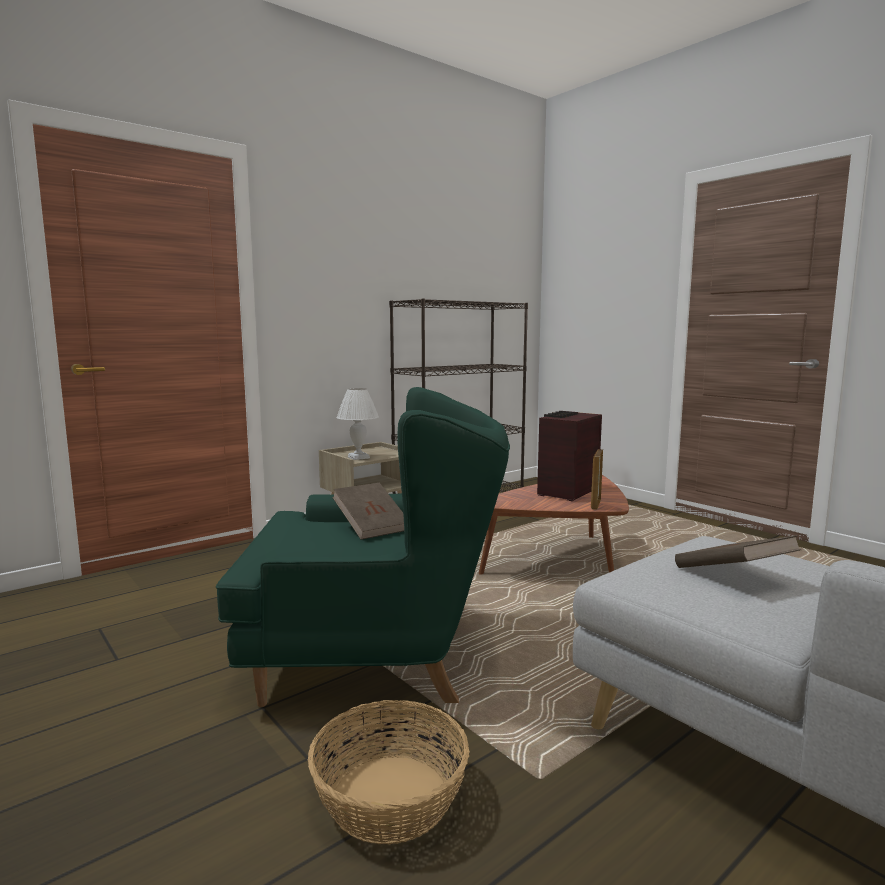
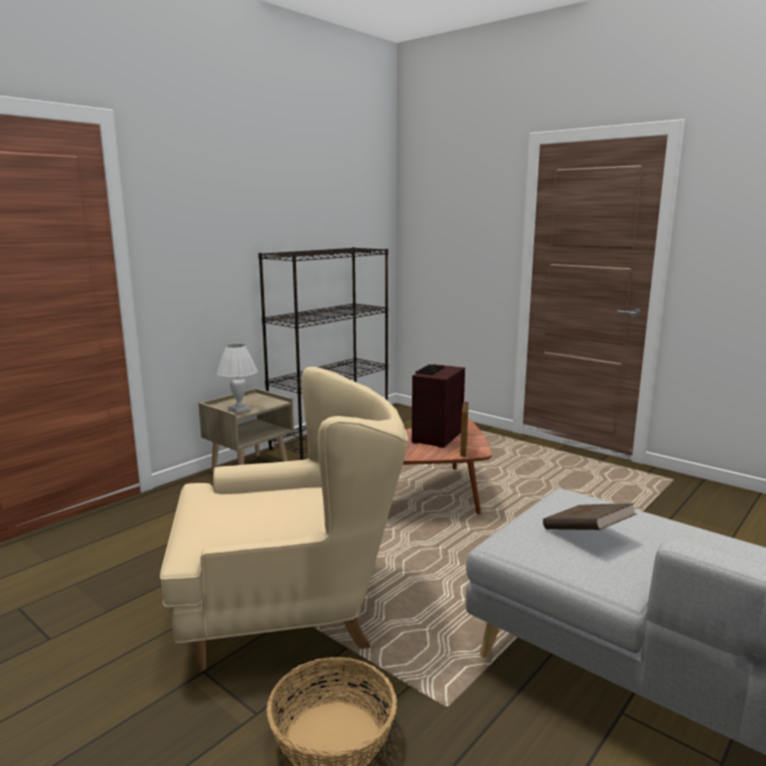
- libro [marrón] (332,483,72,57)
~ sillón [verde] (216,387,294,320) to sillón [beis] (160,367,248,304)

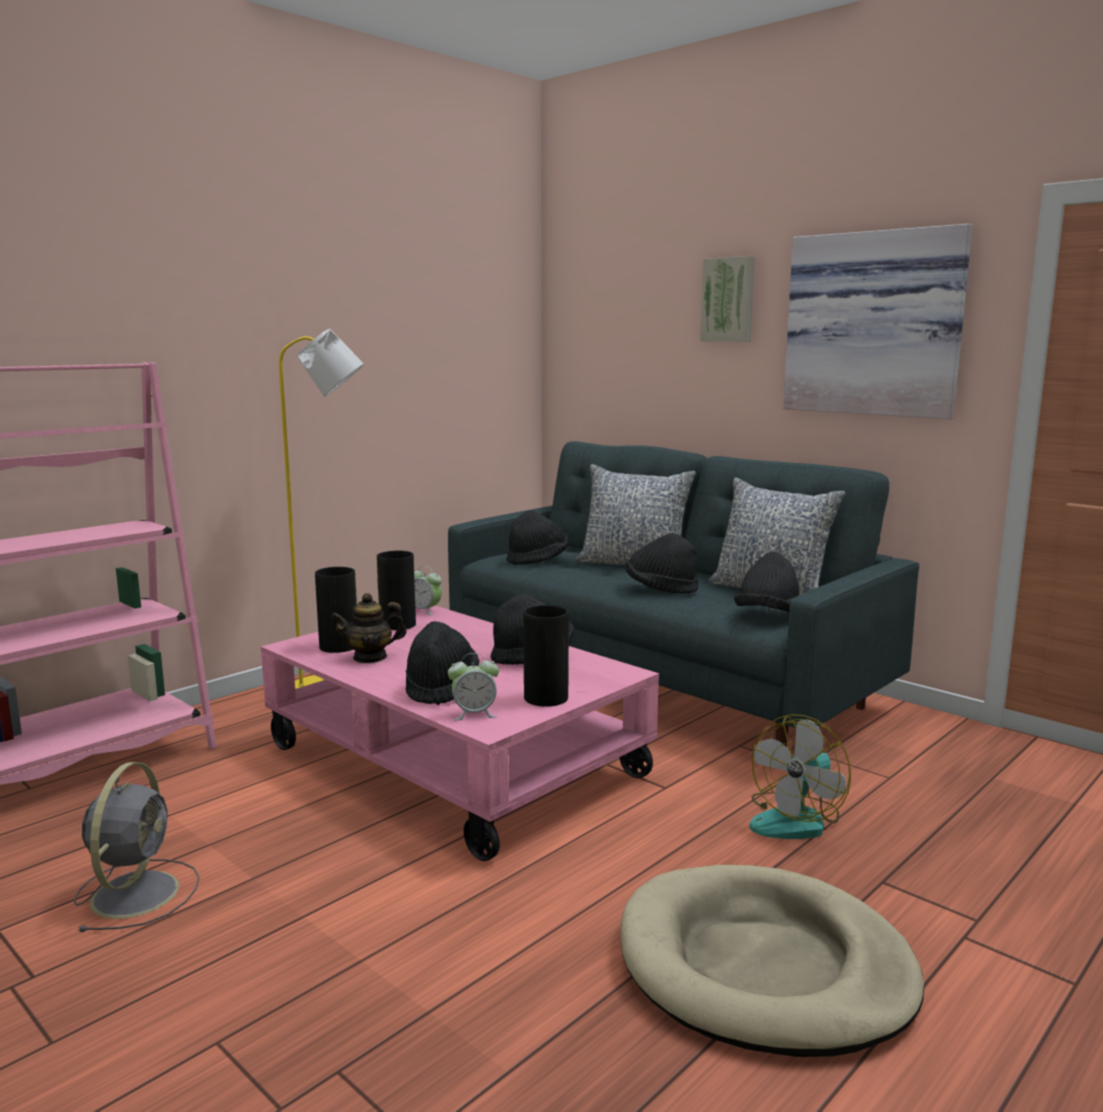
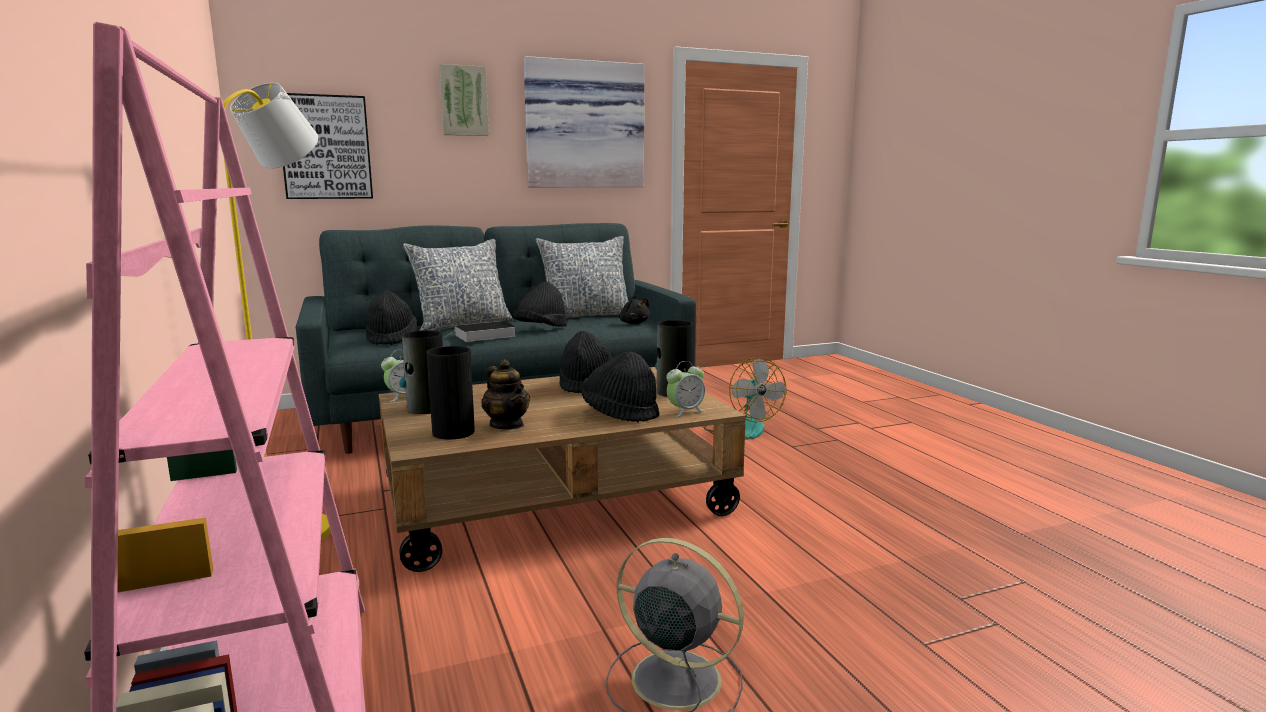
- cama para perro [beis] (620,865,304,192)
+ cuadro (283,93,90,106)
+ libro (447,321,69,21)
~ sombrero [negro] (734,552,65,60) to peluche [negro] (618,298,32,26)
~ mesa de centro [rosa] (261,606,398,255) to mesa de centro [marrón] (379,367,367,205)
~ tetera (331,593,76,70) = (481,359,49,71) 45 degrees counterclockwise
~ despertador (448,653,51,67) = (666,361,39,56) 45 degrees clockwise

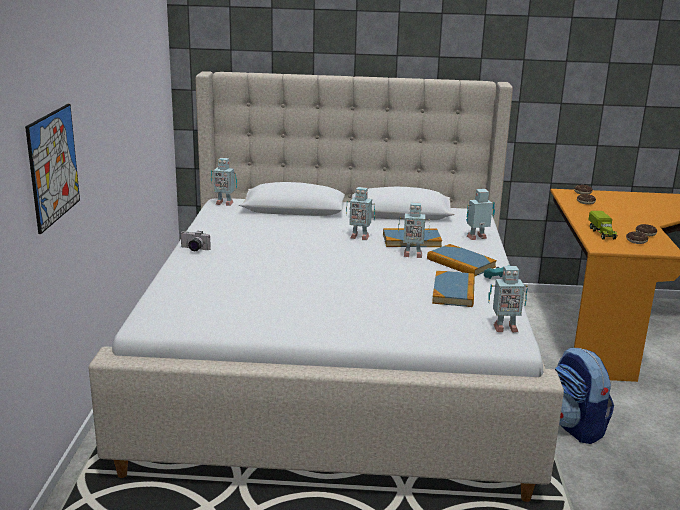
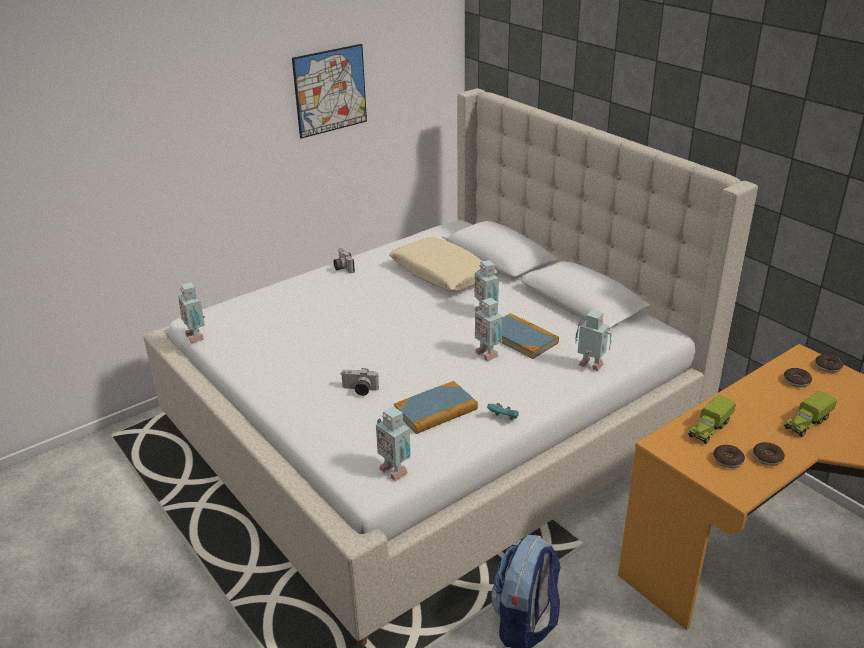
- libro (427,244,70,32)
+ cámara (341,368,38,28)
+ cojín [beis] (389,237,108,55)
+ camión de juguete (784,390,53,47)
~ cuadro (25,104,55,130) to (292,44,75,95)
~ robot de juguete (211,158,26,48) to (178,282,27,61)

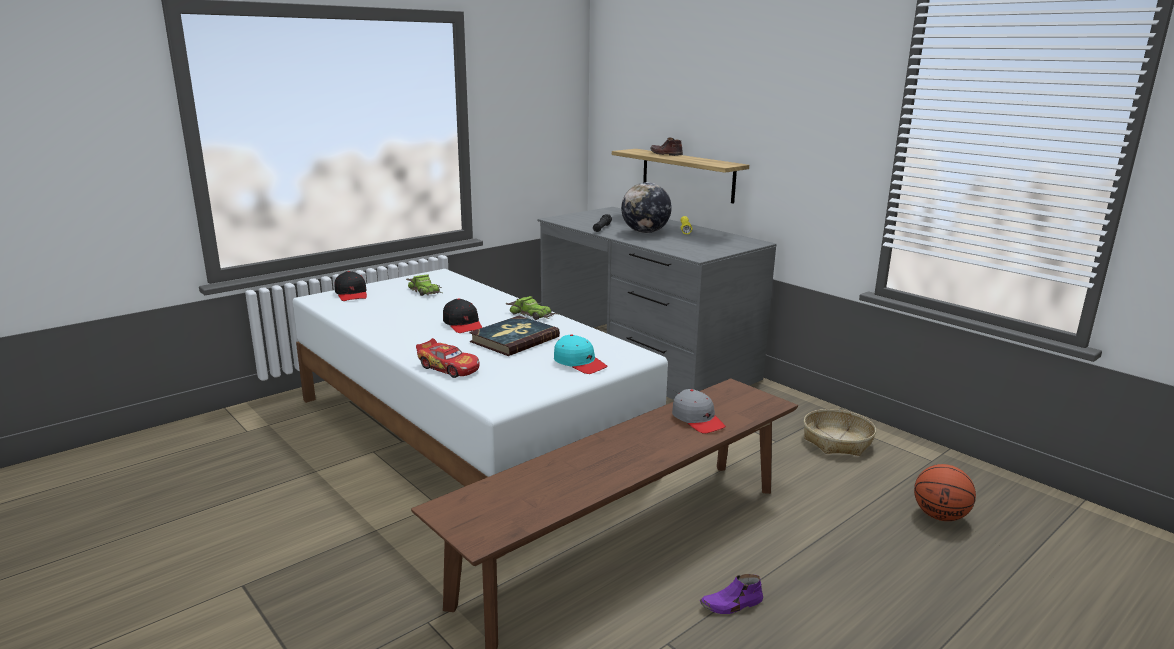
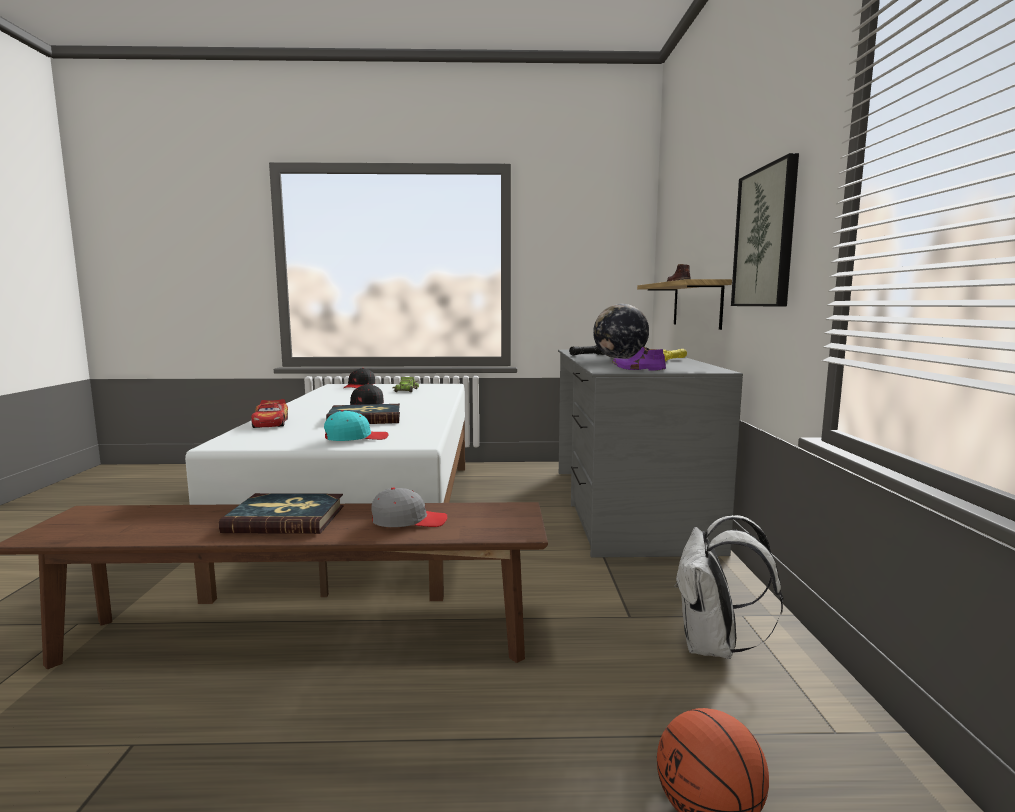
- coche de juguete (506,296,51,24)
+ libro (219,493,125,41)
+ cuadro (731,153,68,154)
~ zapato [morado] (700,574,63,40) to (612,347,54,24)
~ cesta (804,409,72,47) to mochila [blanco] (674,515,109,144)
~ gorra [turquesa] (554,334,54,40) = (324,410,65,31) 105 degrees counterclockwise
~ gorra [gris] (672,389,54,45) = (371,487,77,40) 105 degrees counterclockwise

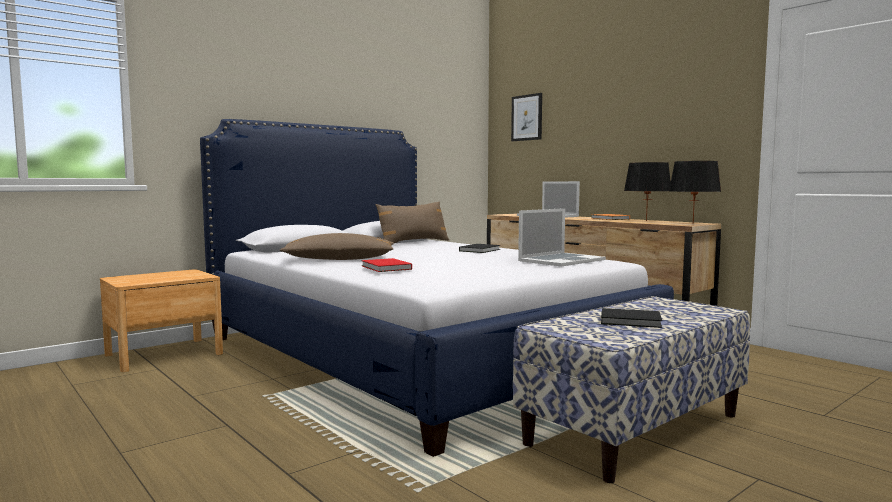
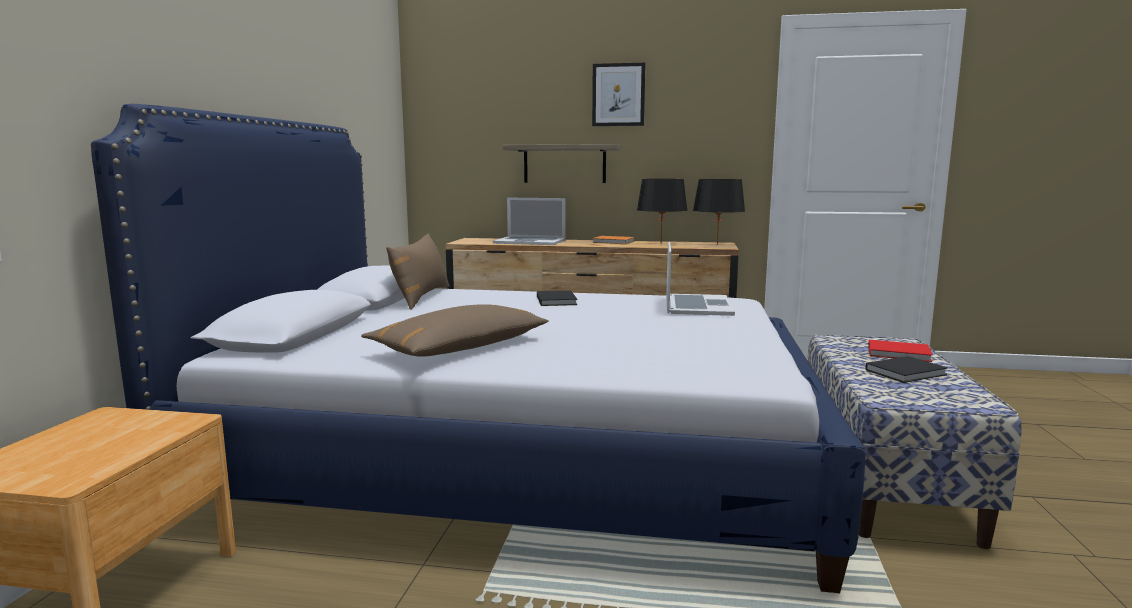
+ estante (503,144,117,39)
~ libro [rojo] (361,258,51,14) to (868,340,65,22)
~ cuadro (511,93,31,48) to (592,63,53,63)

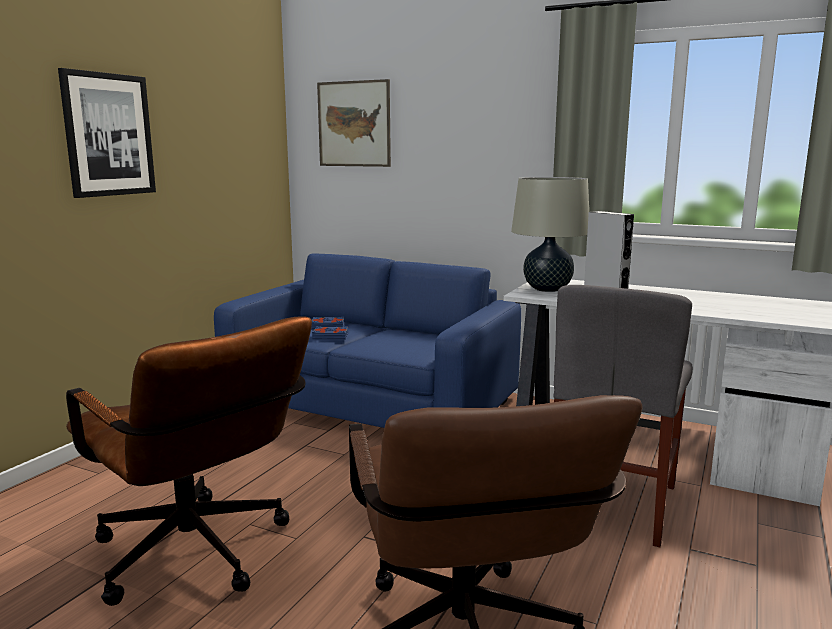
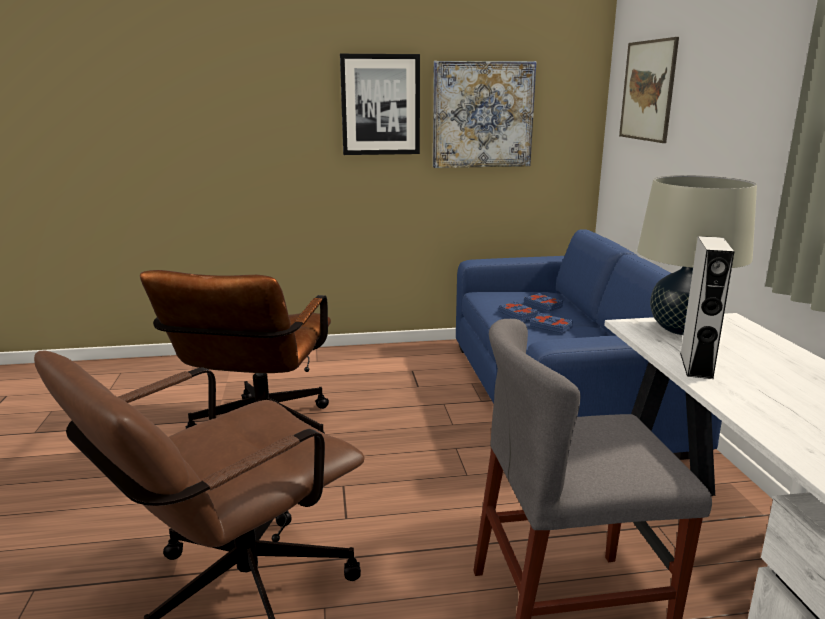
+ cuadro (433,61,103,107)
+ libro [azul] (530,313,43,21)

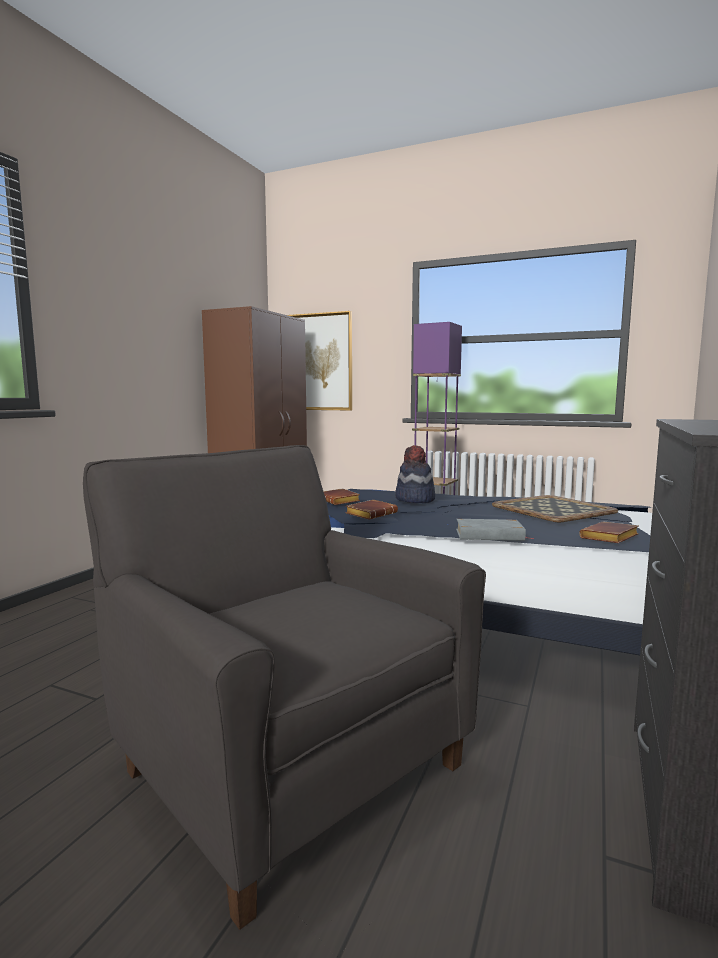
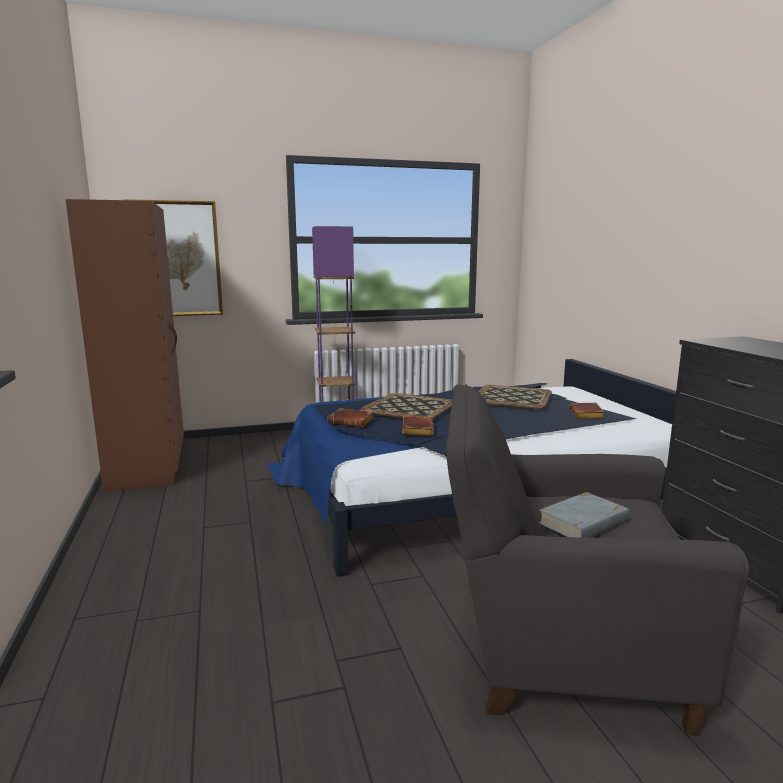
~ libro [gris] (456,519,78,22) to (538,492,91,46)
~ sombrero (395,445,40,58) to bandeja (360,393,92,27)

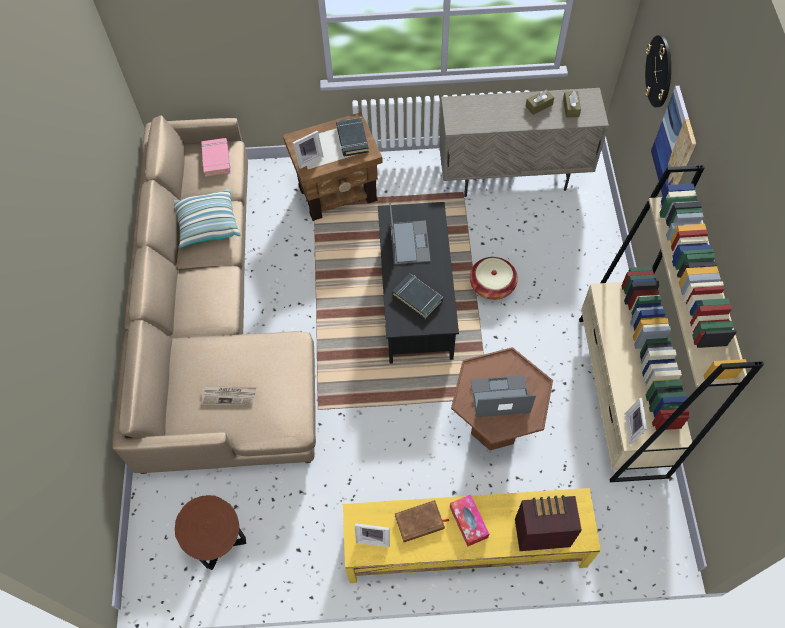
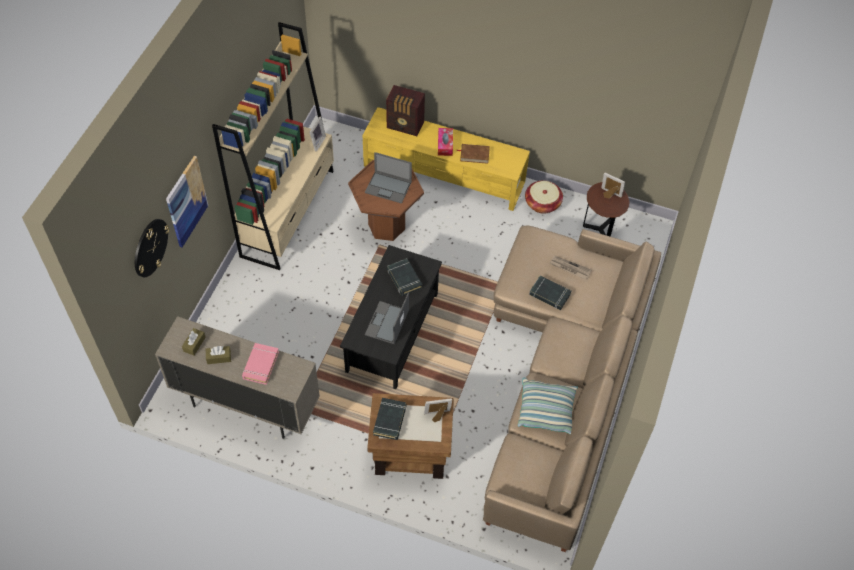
+ libro [negro] (529,275,42,35)
~ libro [rosa] (201,138,30,38) to (242,343,37,42)
~ portarretratos (355,523,35,24) to (601,173,24,26)
~ cesta (470,257,48,43) to (525,181,38,33)

